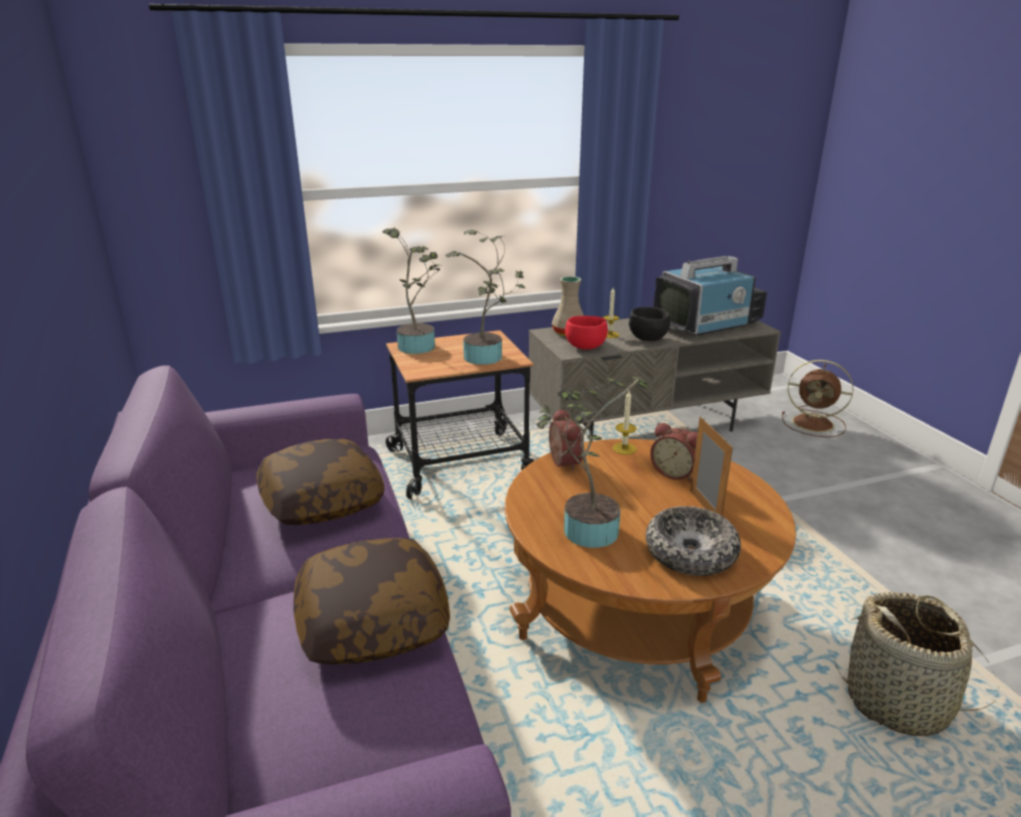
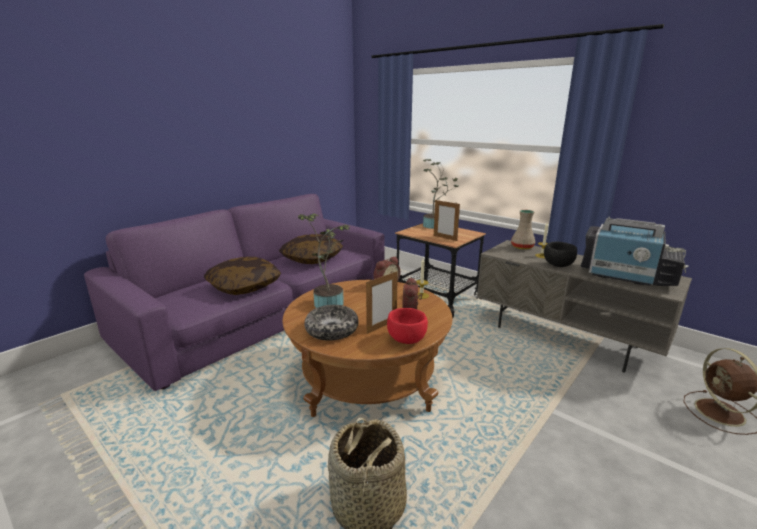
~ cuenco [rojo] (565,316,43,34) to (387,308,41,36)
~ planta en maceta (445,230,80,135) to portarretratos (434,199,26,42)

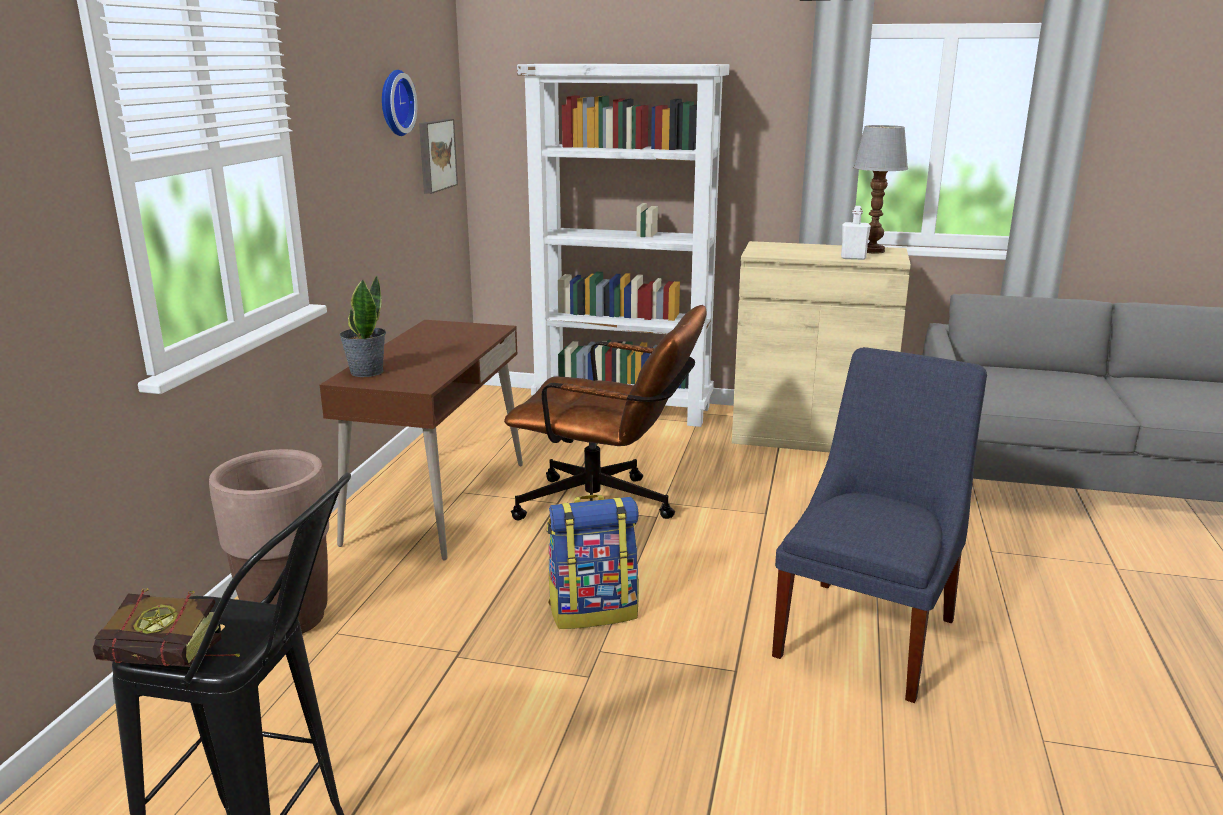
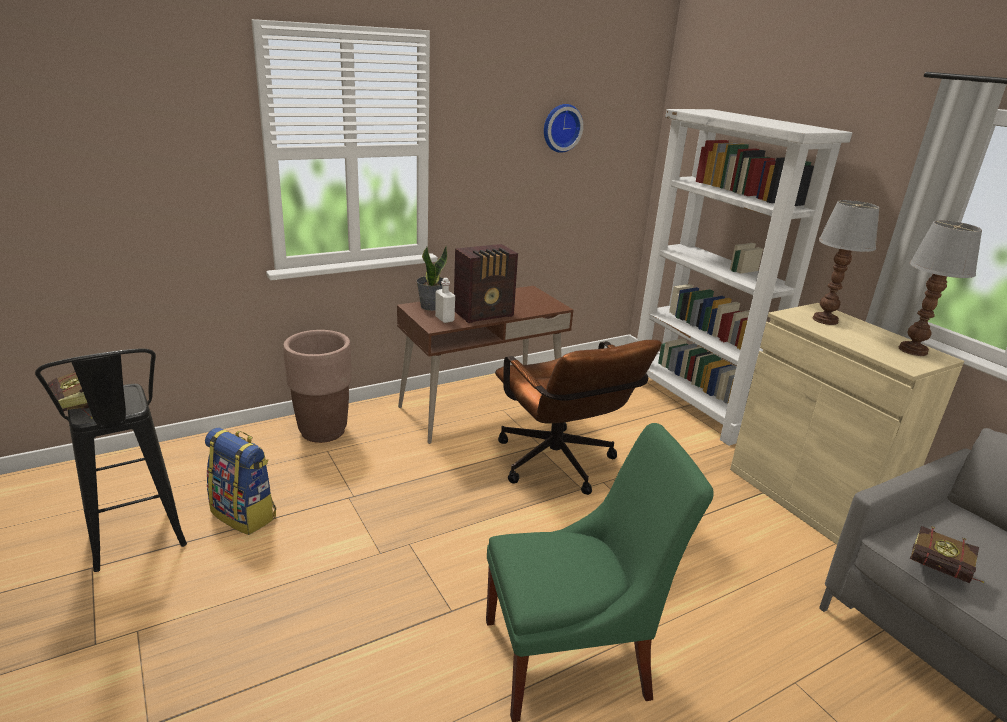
- cuadro (419,119,39,75)
+ radio (454,244,64,79)
+ lámpara de mesa (813,200,66,125)
+ libro (910,526,74,57)
~ mochila (547,494,92,135) to (205,427,71,108)
~ botella [blanco] (841,206,30,54) to (435,278,20,45)
~ silla [azul] (772,347,215,356) to silla [verde] (486,423,228,299)

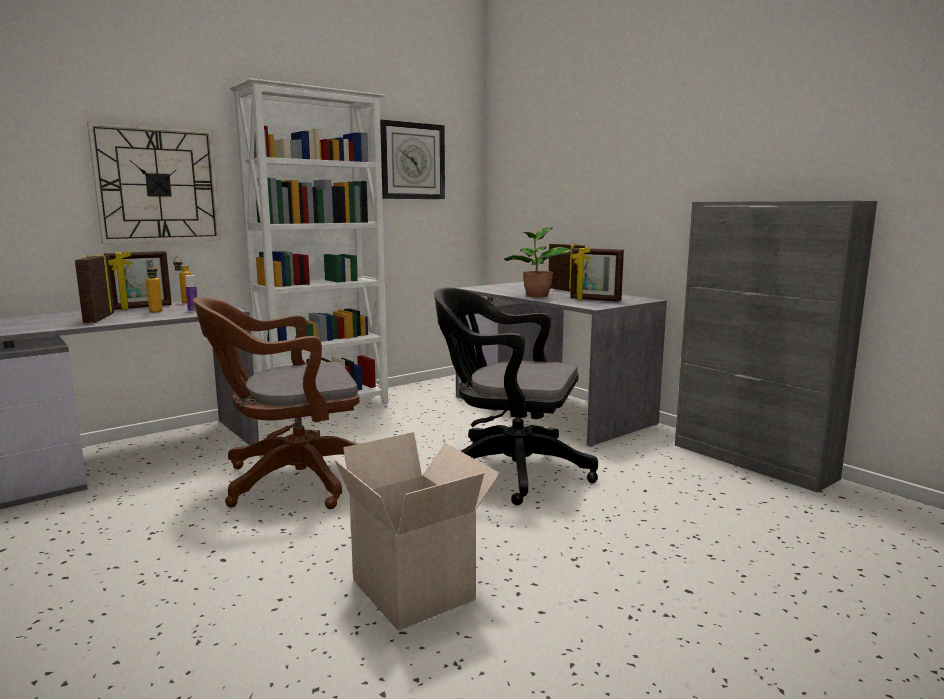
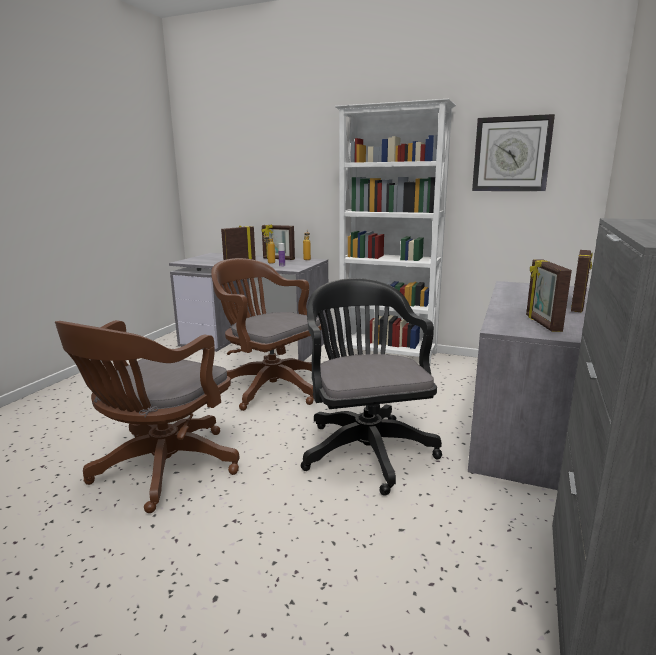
- reloj de pared (87,121,134,123)
- planta en maceta (504,227,68,71)
~ caja de cartón (335,432,165,199) to silla de oficina [marrón] (55,320,185,193)

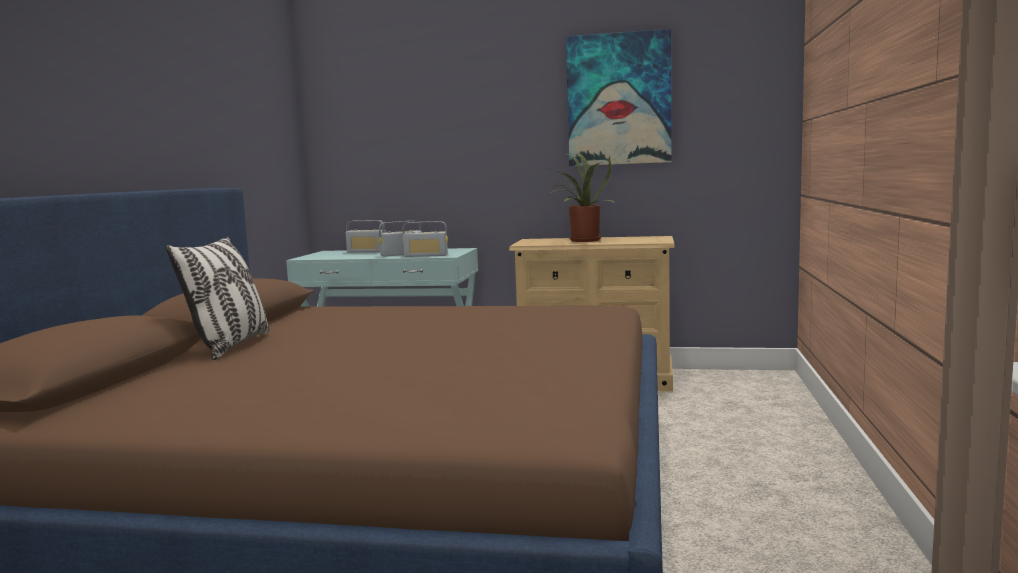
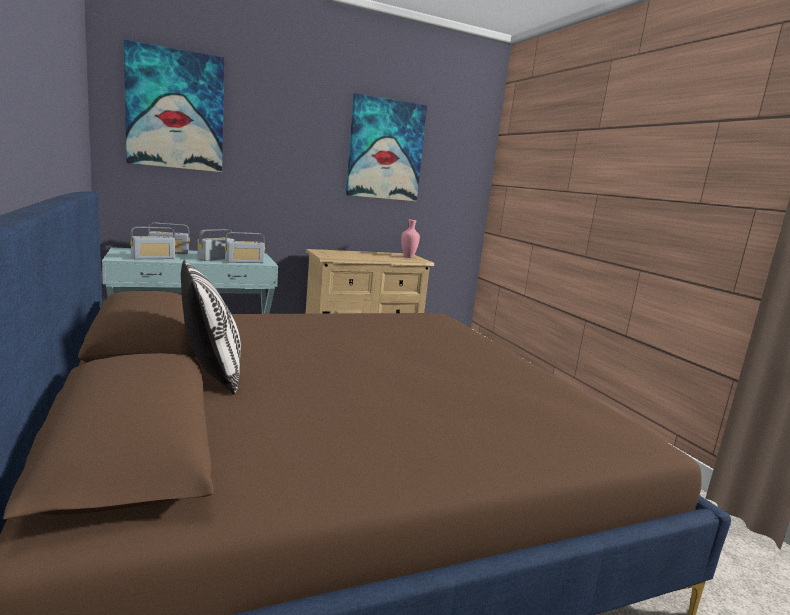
- planta en maceta (548,152,67,90)
+ cuadro (124,39,101,133)
+ radio (130,227,46,32)
+ florero [rosa] (401,220,19,38)

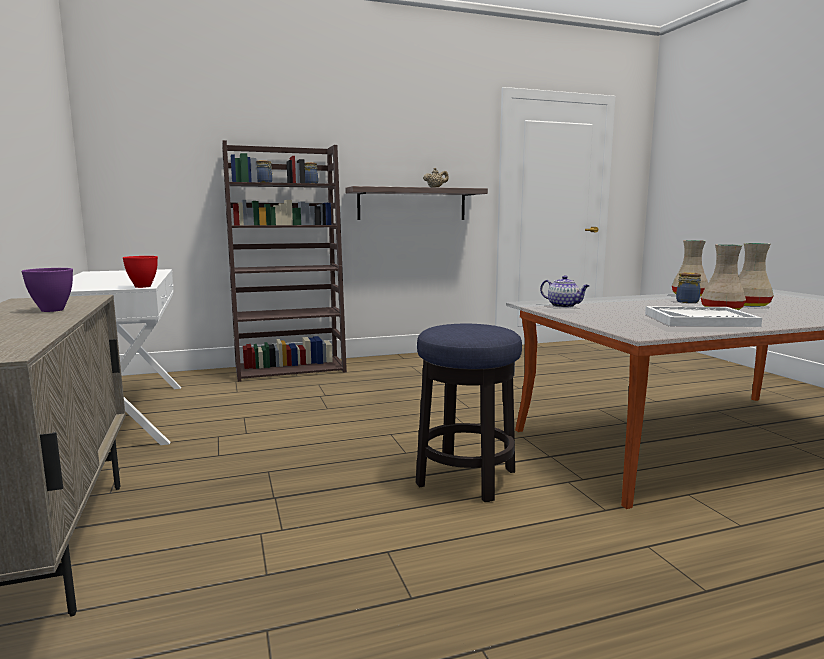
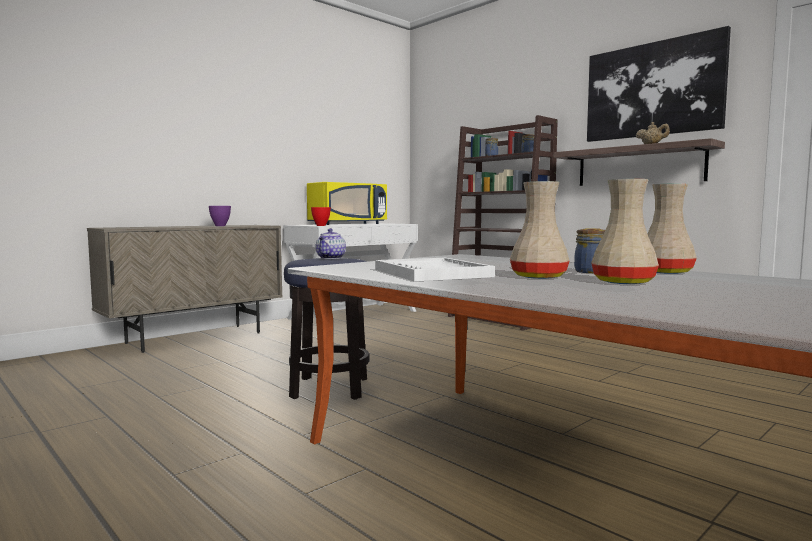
+ microondas [amarillo] (307,182,80,43)
+ cuadro (587,26,144,116)
~ tetera (540,275,49,33) to (316,229,30,30)

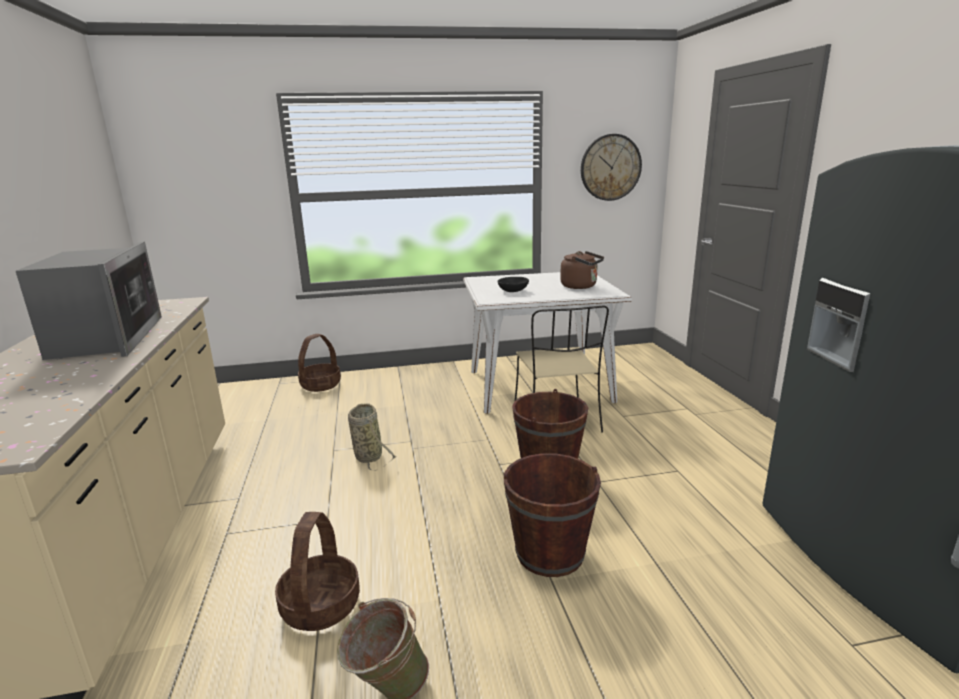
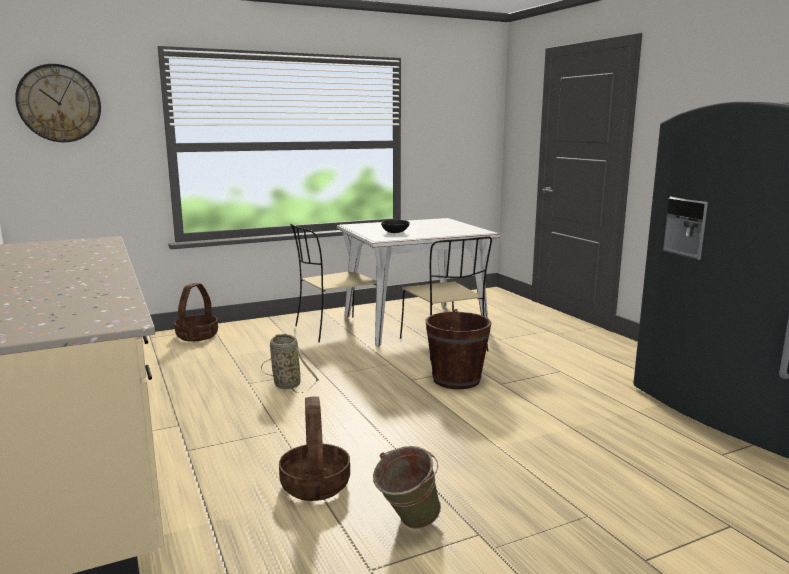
- microondas (16,242,146,118)
- cubo [marrón] (504,453,97,124)
- hervidor [marrón] (560,251,44,38)
+ silla [beis] (290,224,86,119)
~ reloj de pared (581,134,61,67) to (15,64,86,78)

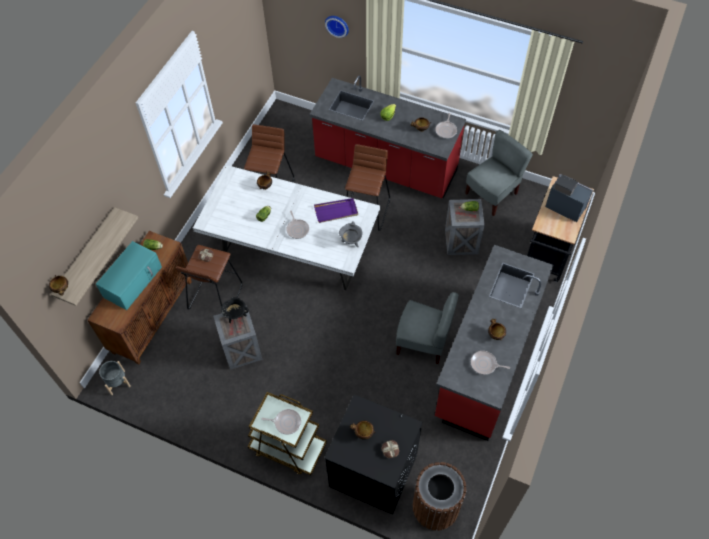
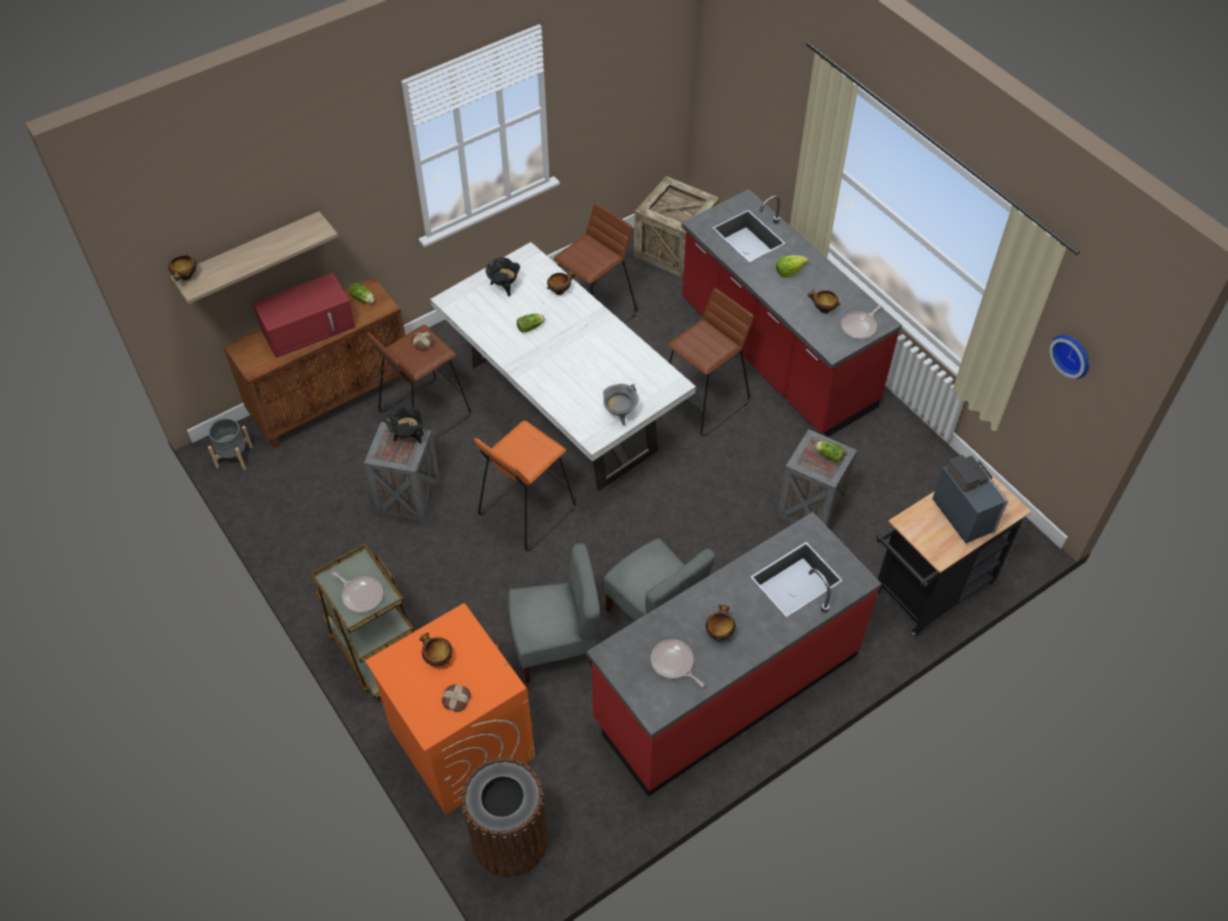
- sartén (286,211,23,28)
- bandeja [morado] (314,198,44,25)
+ taburete [naranja] (474,421,101,130)
+ olla [negro] (486,257,34,40)
+ caja de embalaje (634,176,85,102)
~ reloj de pared (325,16,24,22) to (1049,335,40,44)
~ silla [gris] (465,130,68,86) to (508,543,92,140)
~ microondas [turquesa] (96,241,66,69) to microondas [rojo] (253,273,102,85)
~ lavadora [negro] (324,394,98,121) to lavadora [naranja] (365,603,170,211)

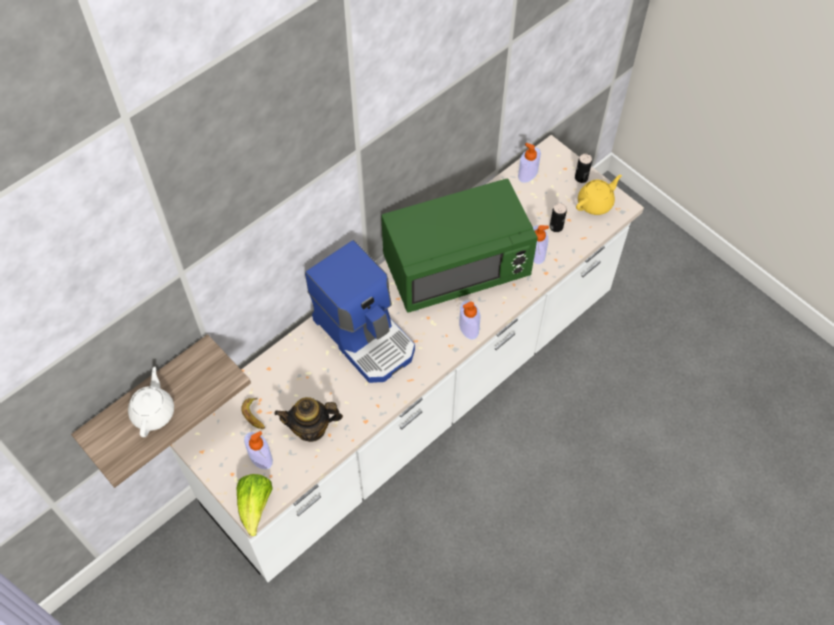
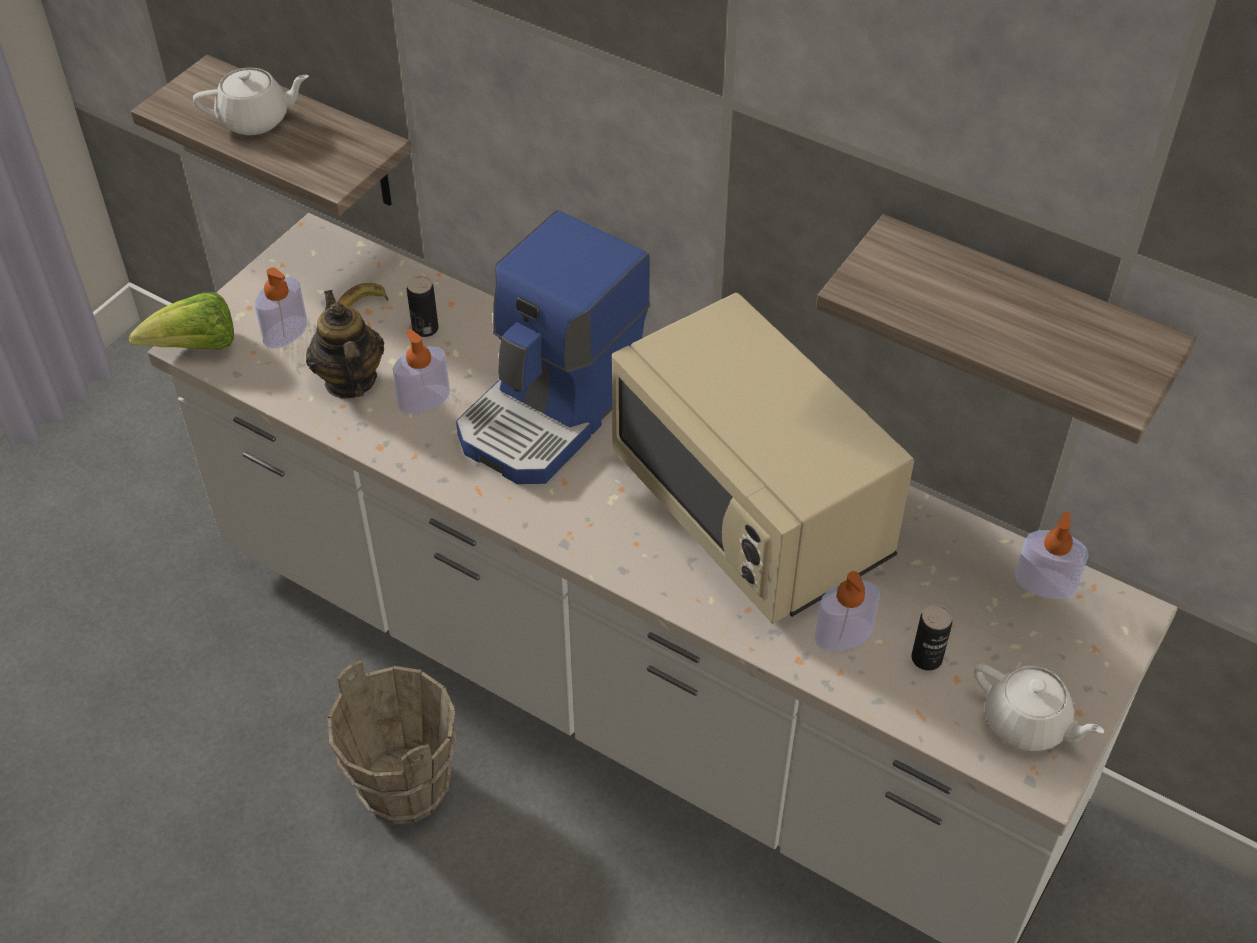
+ cubo [marrón] (327,660,130,164)
+ estante (816,214,380,230)
~ dispensador de jabón (459,301,22,38) to (393,329,57,85)
~ lata (575,154,17,29) to (407,276,31,61)
~ microondas [verde] (381,179,157,134) to microondas [beis] (612,293,302,331)
~ tetera [amarillo] (576,175,46,40) to tetera [blanco] (974,664,131,87)

